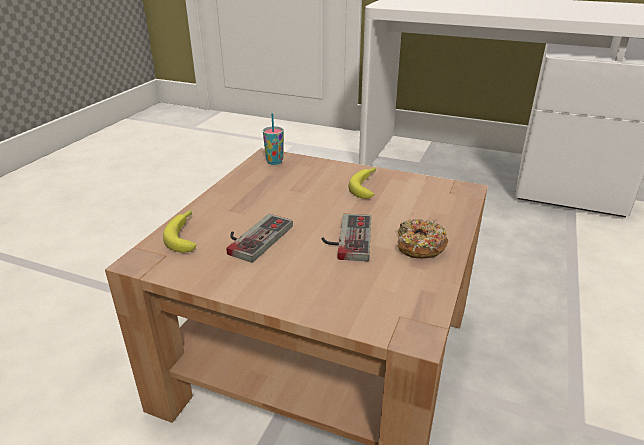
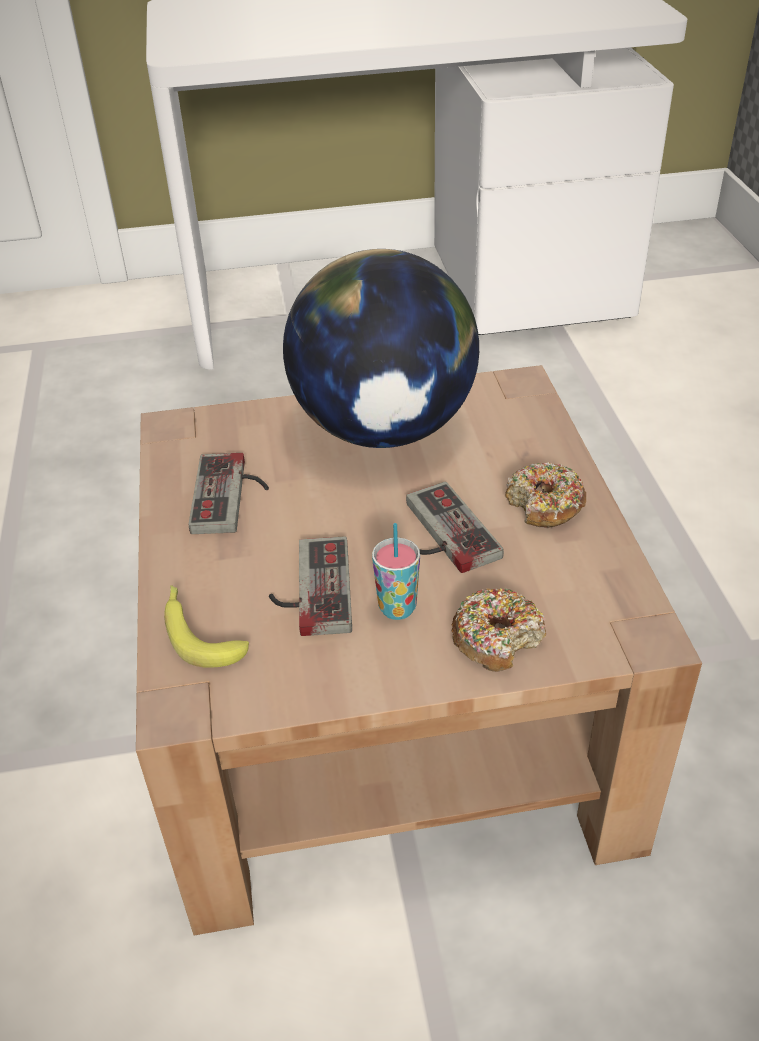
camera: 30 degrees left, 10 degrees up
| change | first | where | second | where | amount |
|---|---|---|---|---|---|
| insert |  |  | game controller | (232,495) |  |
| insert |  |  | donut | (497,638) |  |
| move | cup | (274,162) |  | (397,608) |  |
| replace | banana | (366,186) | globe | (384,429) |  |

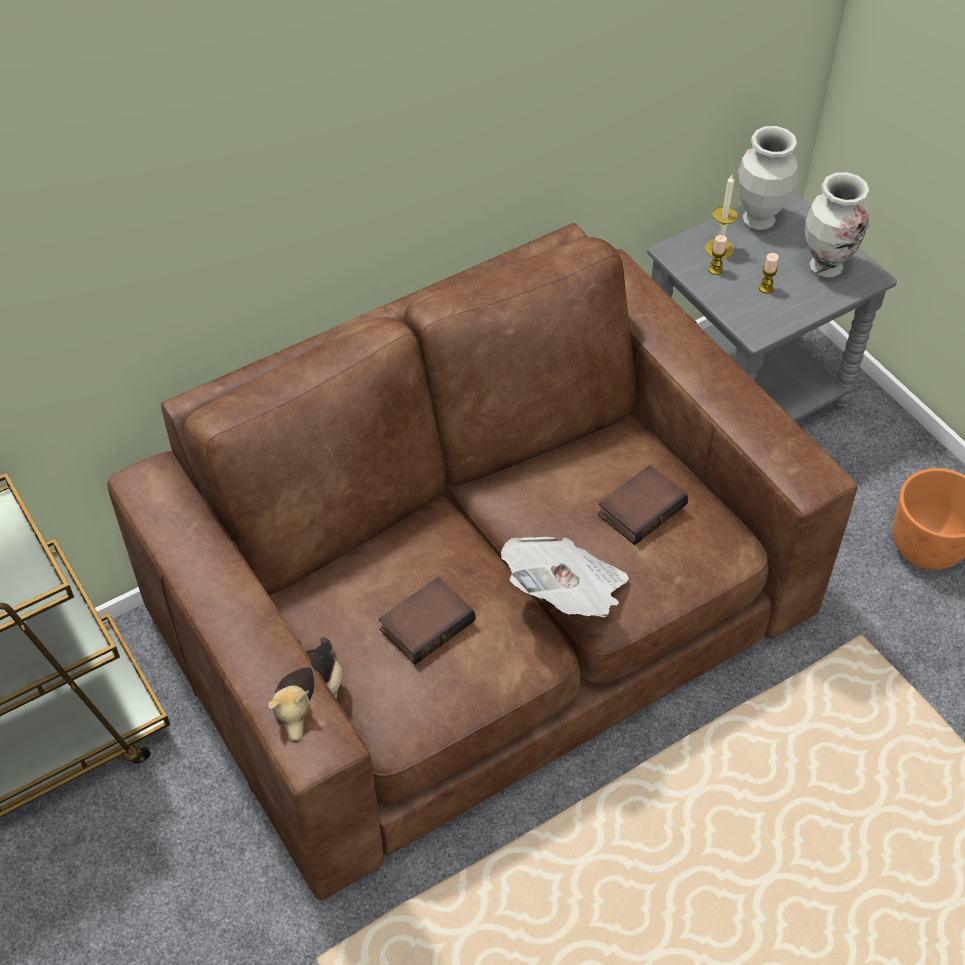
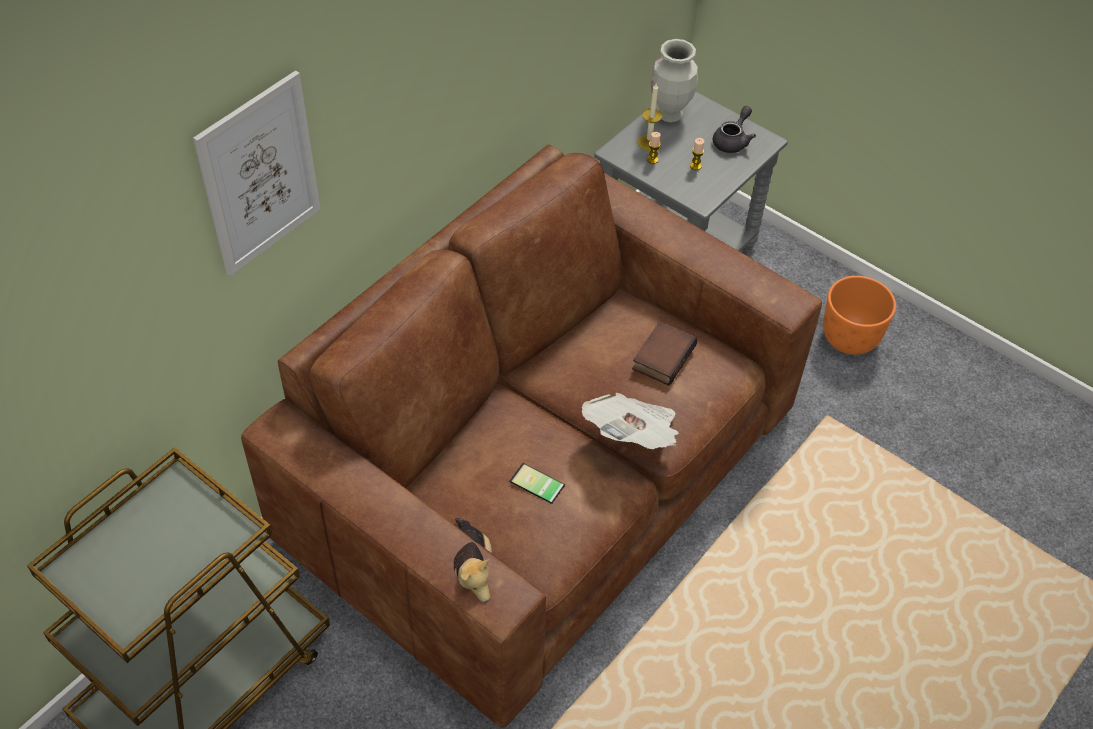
camera: 20 degrees left, 0 degrees up
| change | first | where | second | where | amount |
|---|---|---|---|---|---|
| insert |  |  | picture | (259,175) |  |
| replace | book | (426,623) | phone | (535,485) |  |
| replace | vase | (825,267) | teapot (grey) | (732,141) |  |

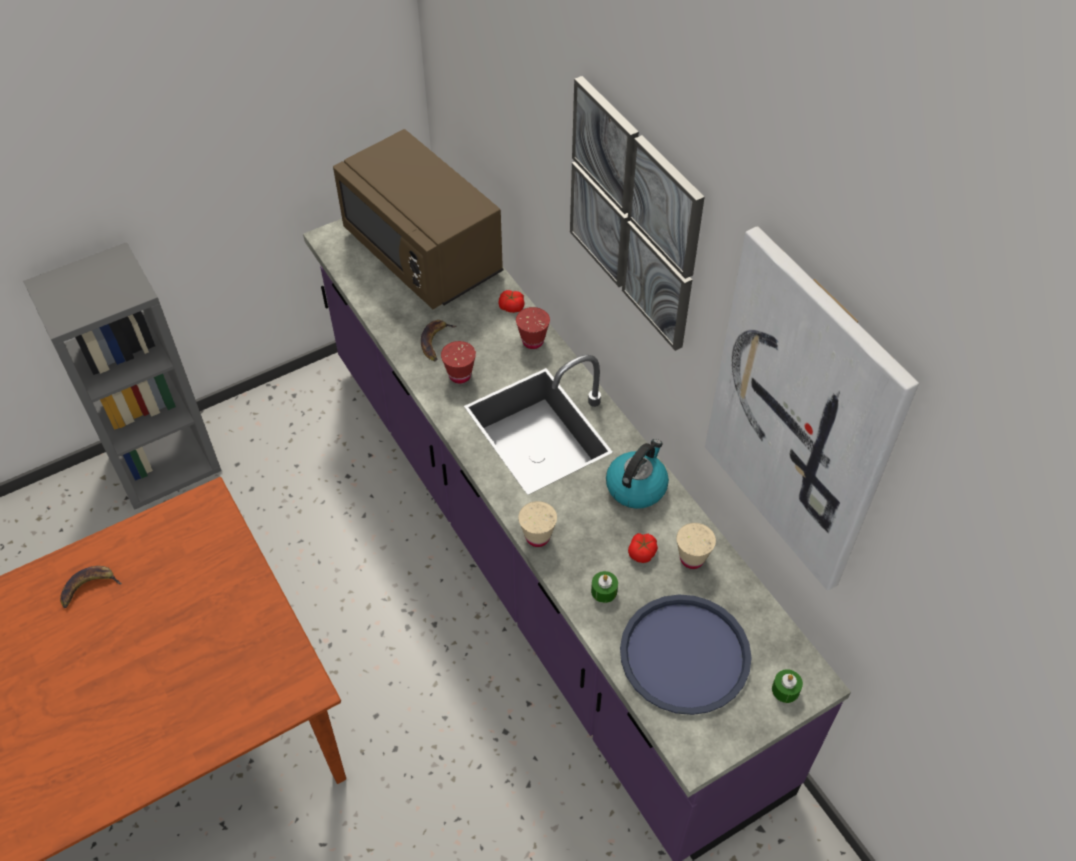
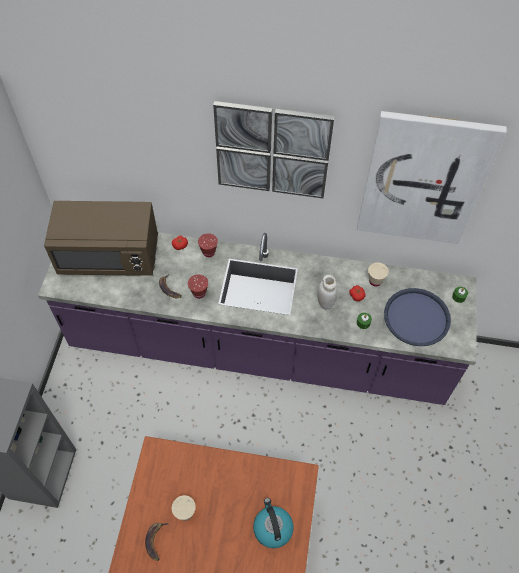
camera: 50 degrees left, 5 degrees up
| change | first | where | second | where | amount |
|---|---|---|---|---|---|
| insert |  |  | jar (white) | (325,302) |  |
| move | cup (beige) | (537,537) |  | (185,513) |  |
| move | kettle | (636,486) |  | (272,528) |  |

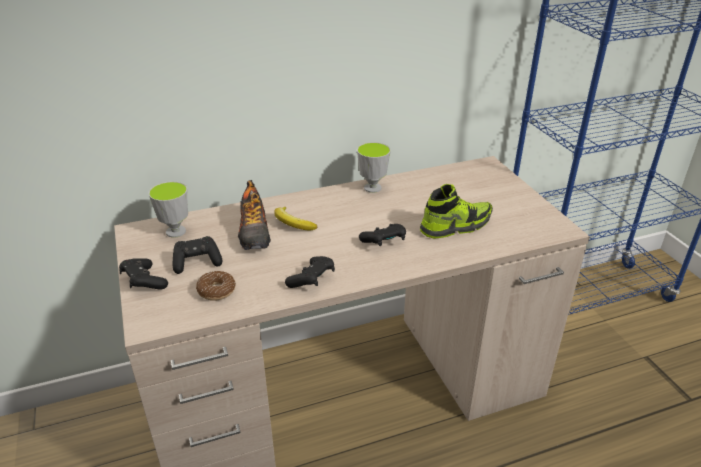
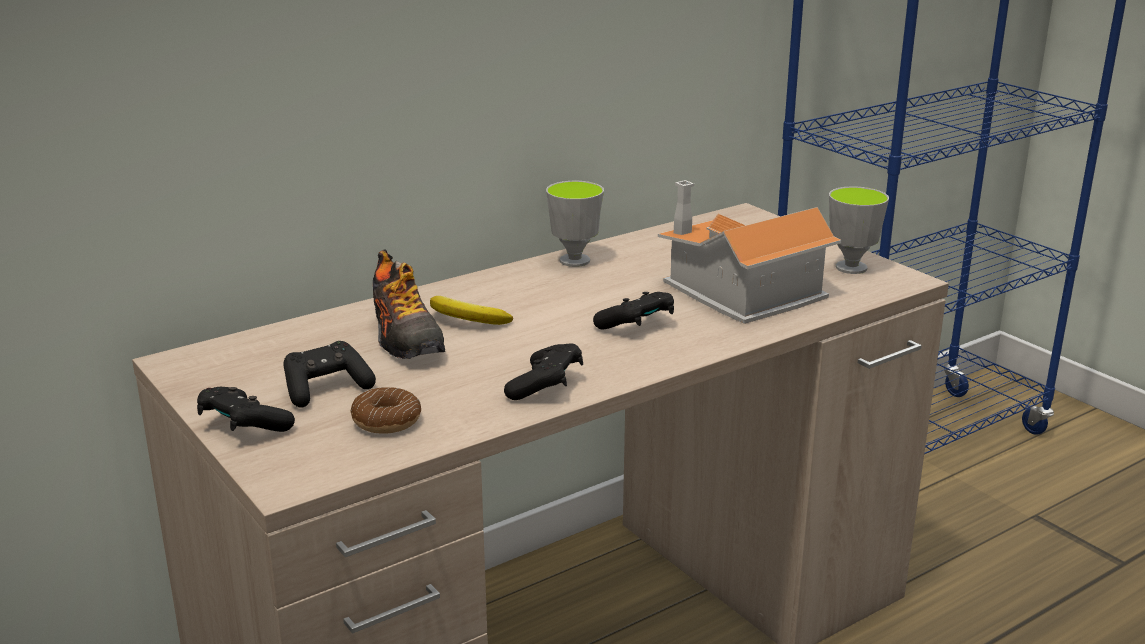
camera: 15 degrees left, 10 degrees down
| change | first | where | second | where | amount |
|---|---|---|---|---|---|
| move | cup | (176,231) |  | (851,268) |  |
| replace | shoe | (455,226) | toy house | (739,293) |  |

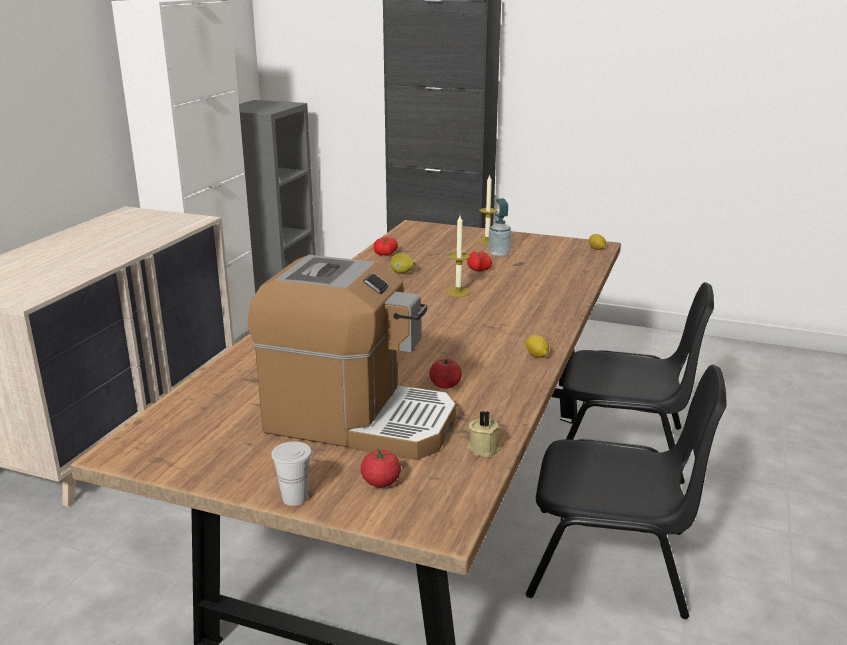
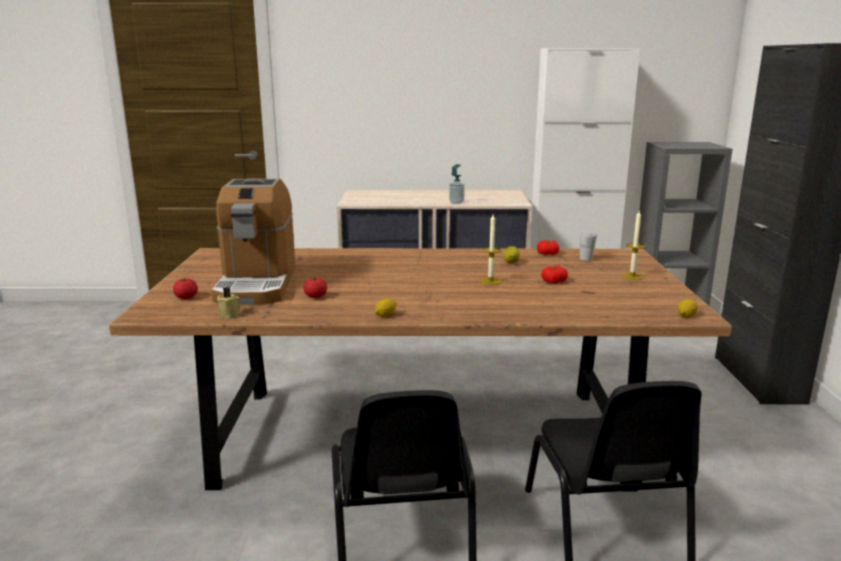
camera: 70 degrees right, 5 degrees down
| change | first | where | second | where | amount |
|---|---|---|---|---|---|
| move | cup (white) | (294,498) |  | (586,259) |  |
| move | soap dispenser | (499,254) |  | (456,202) |  |

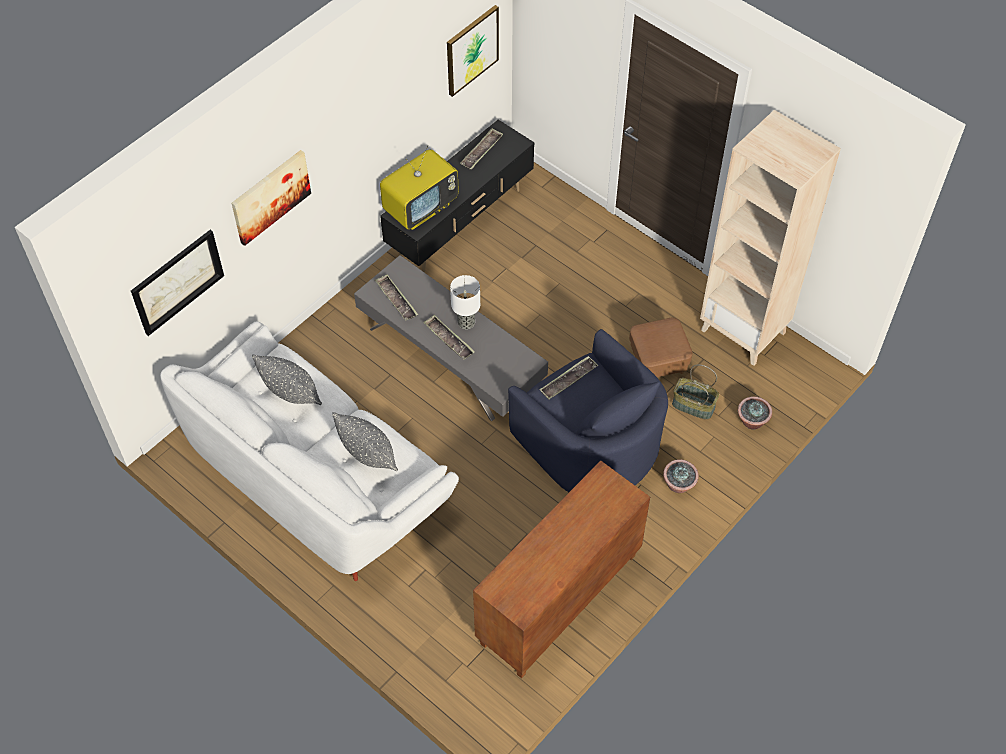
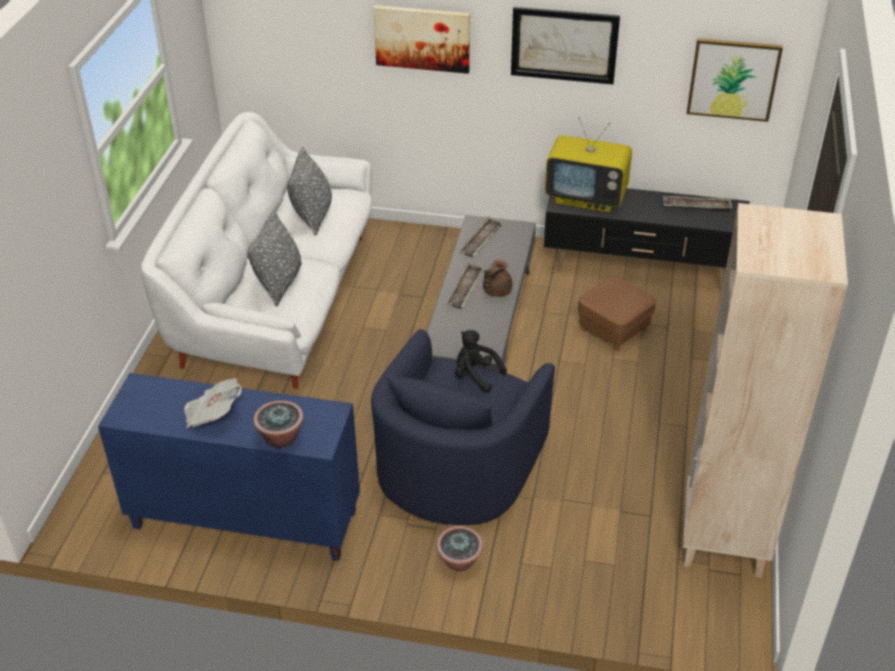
camera: 60 degrees right, 15 degrees down
| change | first | where | second | where | amount |
|---|---|---|---|---|---|
| delete | basket | (692,406) |  |  |  |
| insert |  |  | newspaper | (213,415) |  |
| move | picture | (177,281) |  | (564,45) |  |
| move | ottoman (brown) | (658,361) |  | (613,330) |  |
| move | potted plant | (751,422) |  | (281,438) |  |
| replace | table lamp | (466,322) | teapot (brown) | (496,291) |  |
| replace | tray | (568,380) | plush toy (black) | (475,375) |  |
| recolor | cabinet (brown) | (559,601) | cabinet (blue) | (243,520) |  |

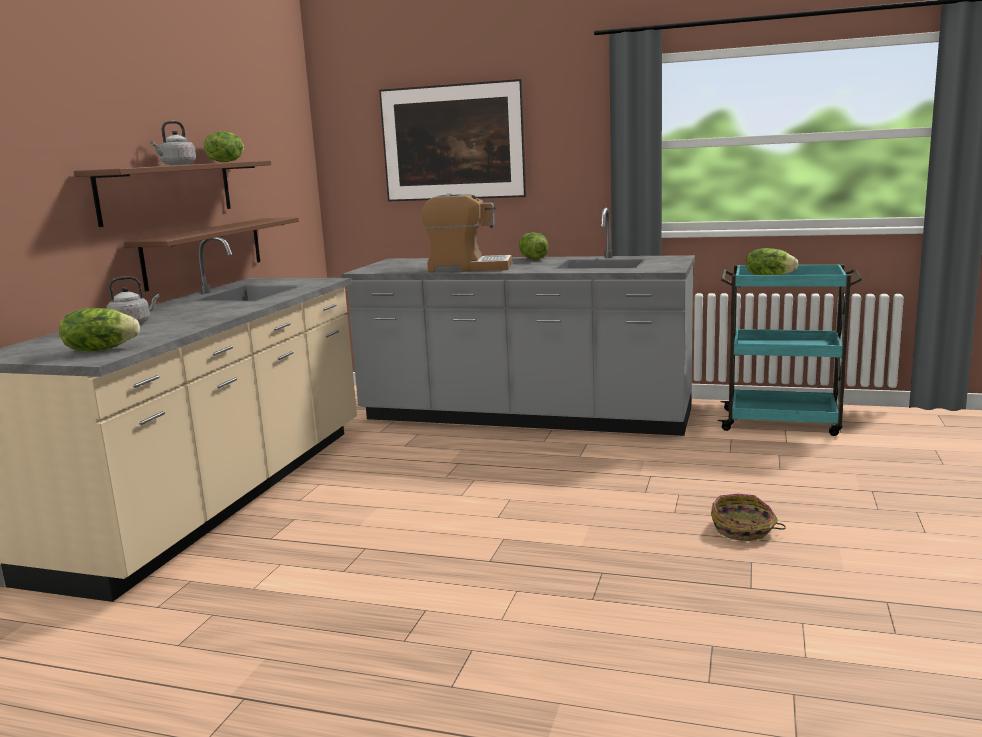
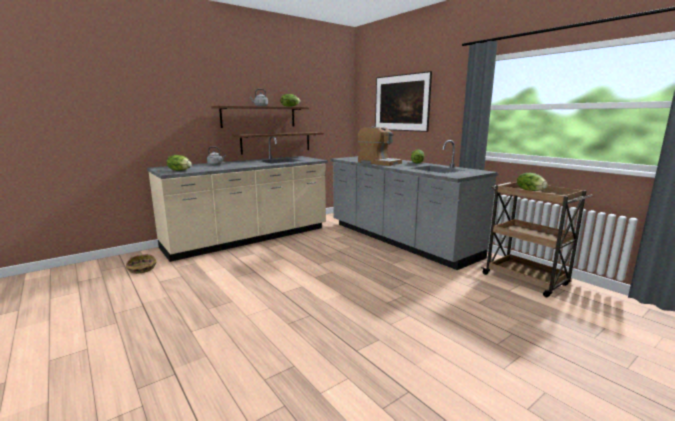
camera: 35 degrees right, 0 degrees up
| change | first | where | second | where | amount |
|---|---|---|---|---|---|
| move | basket | (743,530) |  | (141,269) |  |
| recolor | cart (turquoise) | (783,422) | cart (brown) | (526,280) |  |

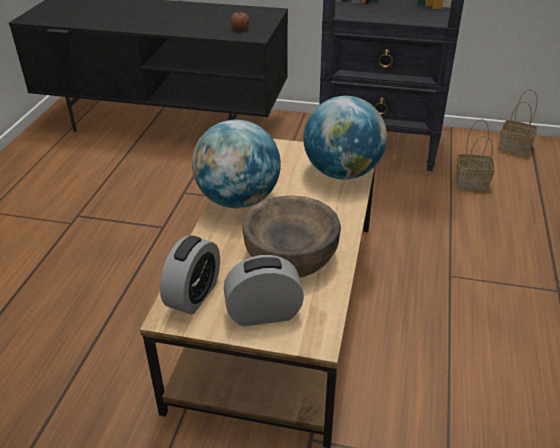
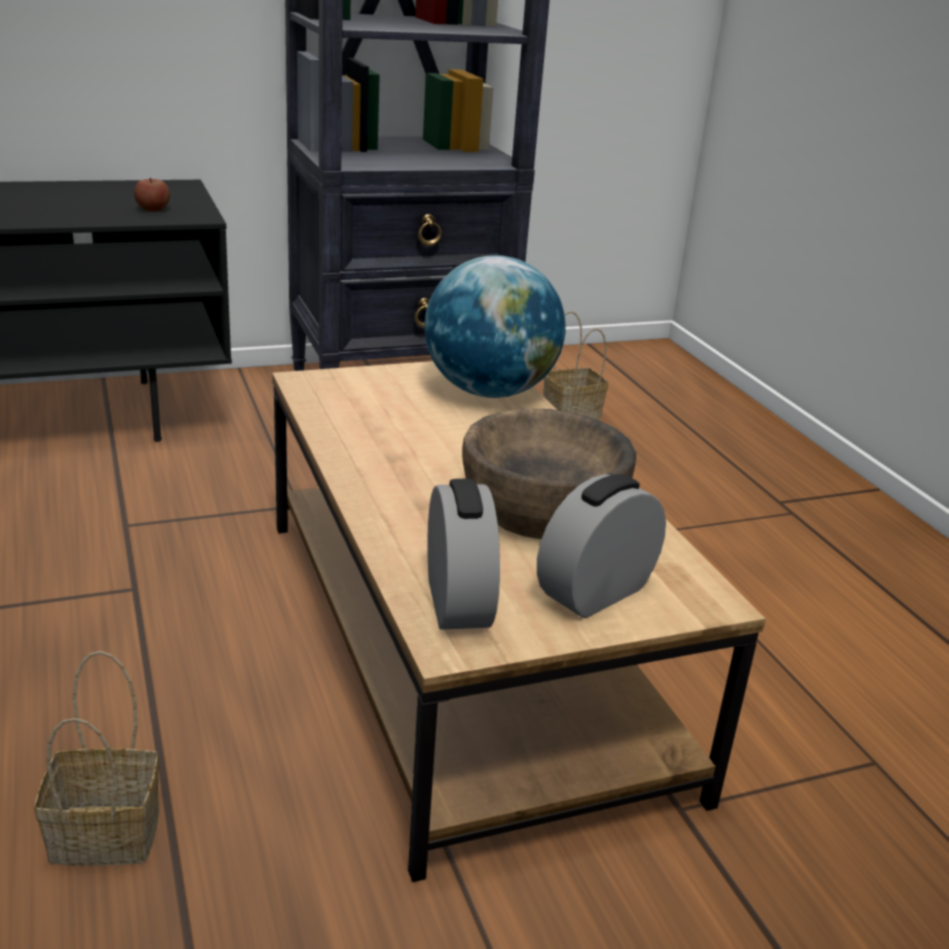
camera: 35 degrees left, 10 degrees down
| change | first | where | second | where | amount |
|---|---|---|---|---|---|
| delete | globe | (238,200) |  |  |  |
| move | basket | (515,148) |  | (109,833) |  |

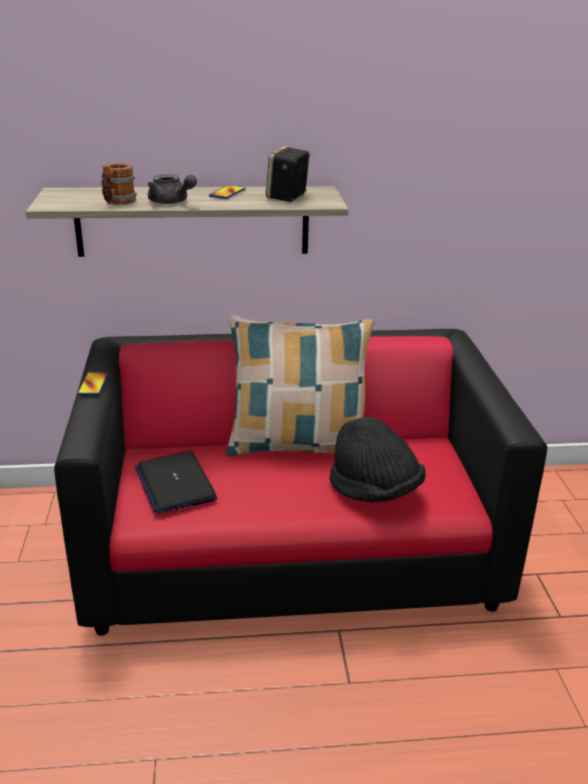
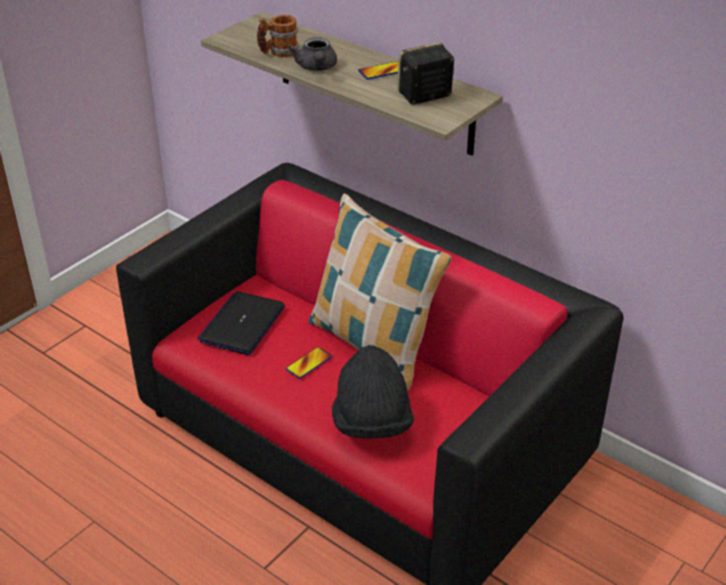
camera: 45 degrees right, 10 degrees up
| change | first | where | second | where | amount |
|---|---|---|---|---|---|
| move | phone | (93,384) |  | (309,363) |  |

